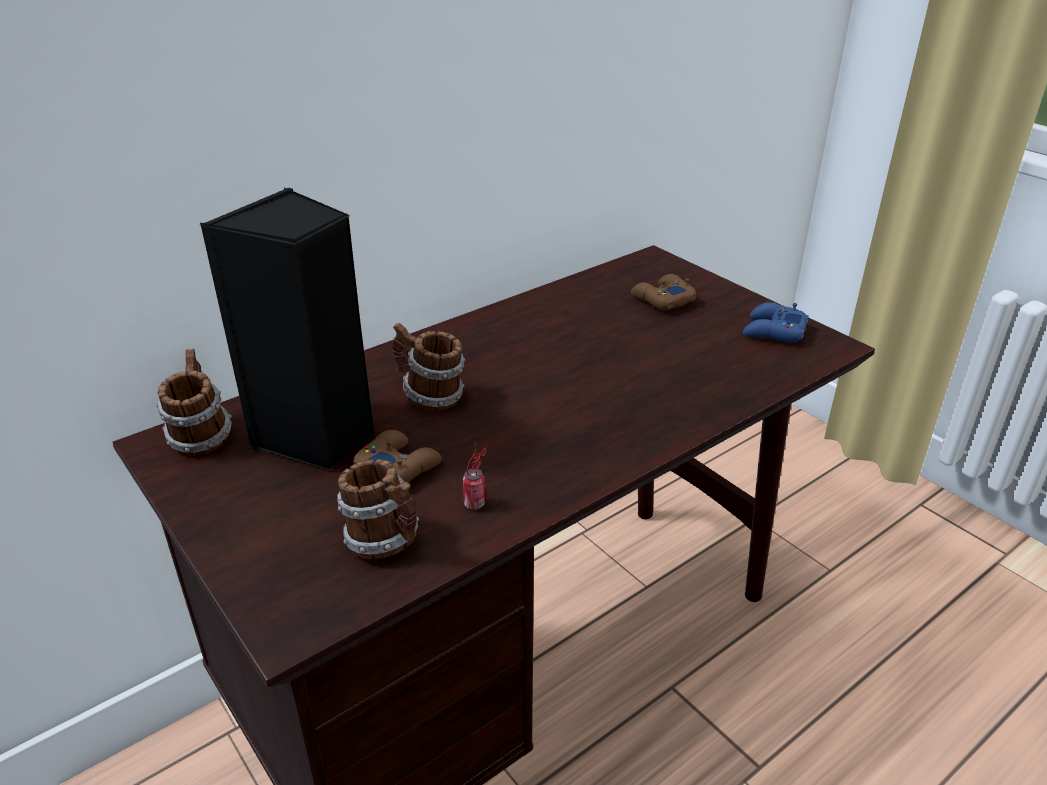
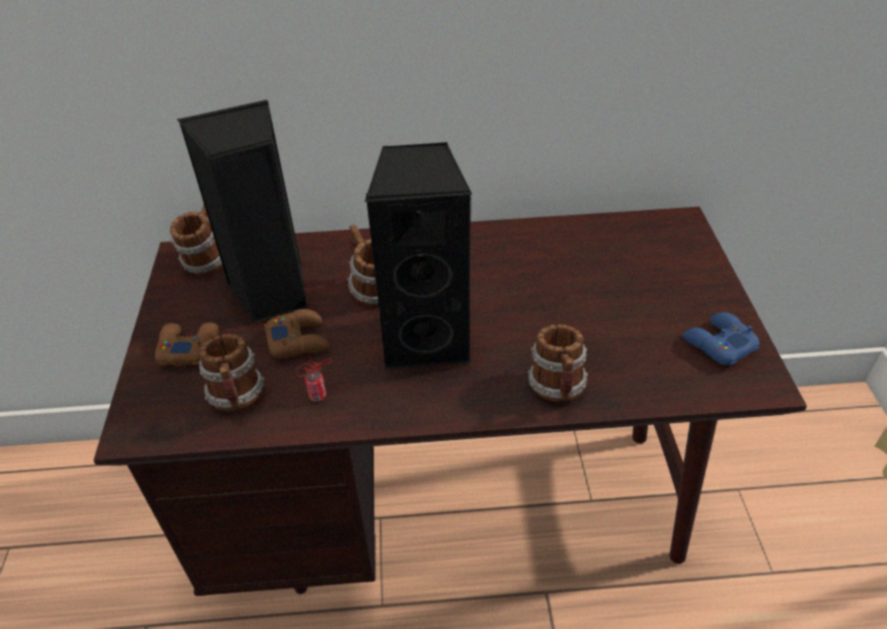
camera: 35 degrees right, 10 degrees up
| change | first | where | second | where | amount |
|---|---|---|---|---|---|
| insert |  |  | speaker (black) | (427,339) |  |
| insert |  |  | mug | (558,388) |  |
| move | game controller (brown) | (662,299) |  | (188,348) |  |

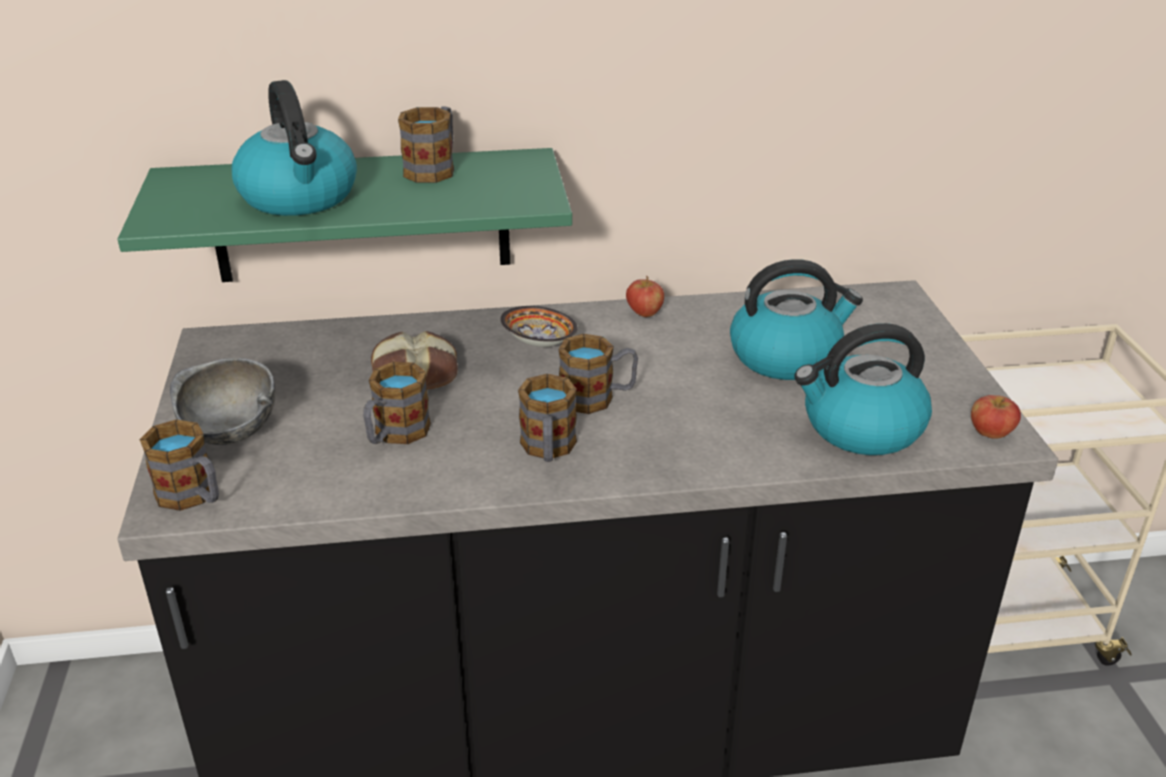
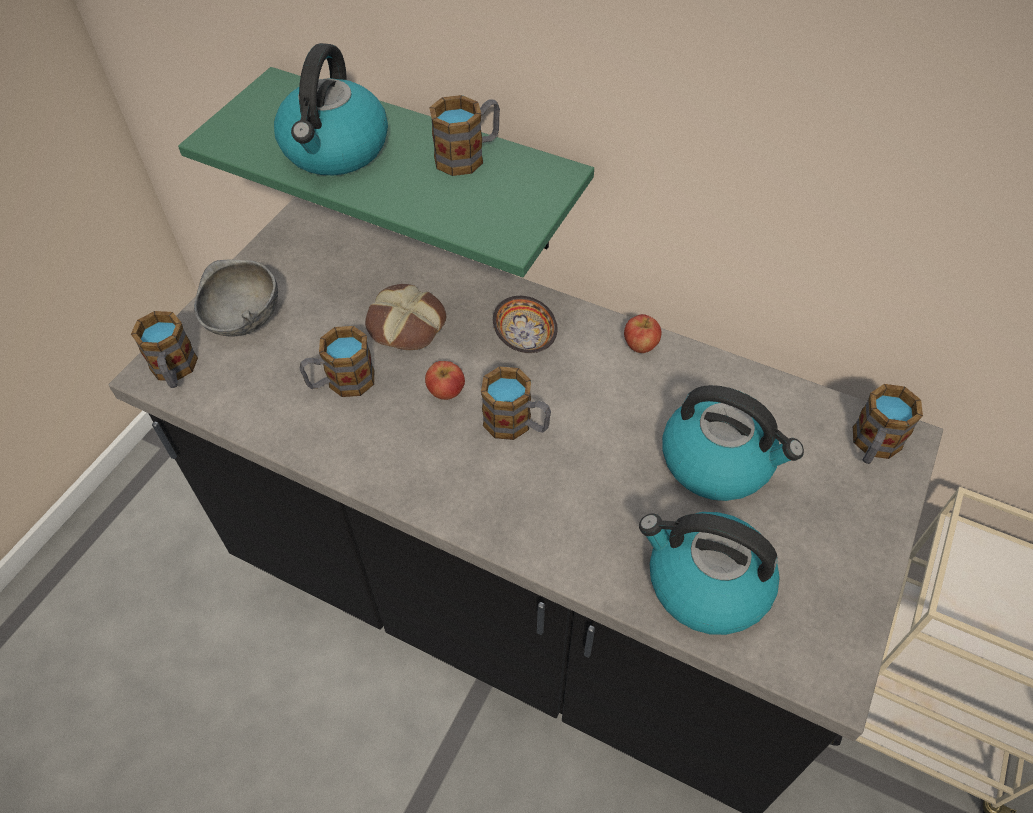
camera: 35 degrees right, 20 degrees up
| change | first | where | second | where | amount |
|---|---|---|---|---|---|
| move | mug | (548,449) |  | (873,446) |  |
| move | apple | (990,433) |  | (446,391) |  |

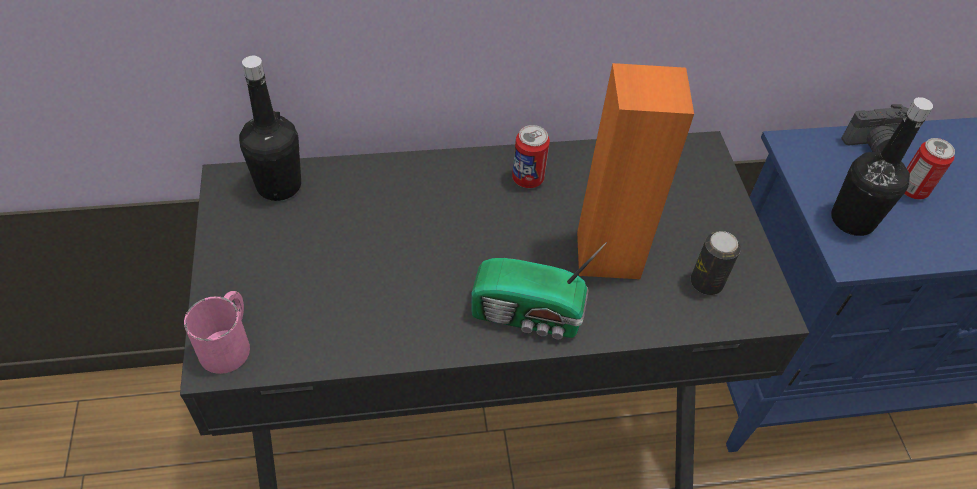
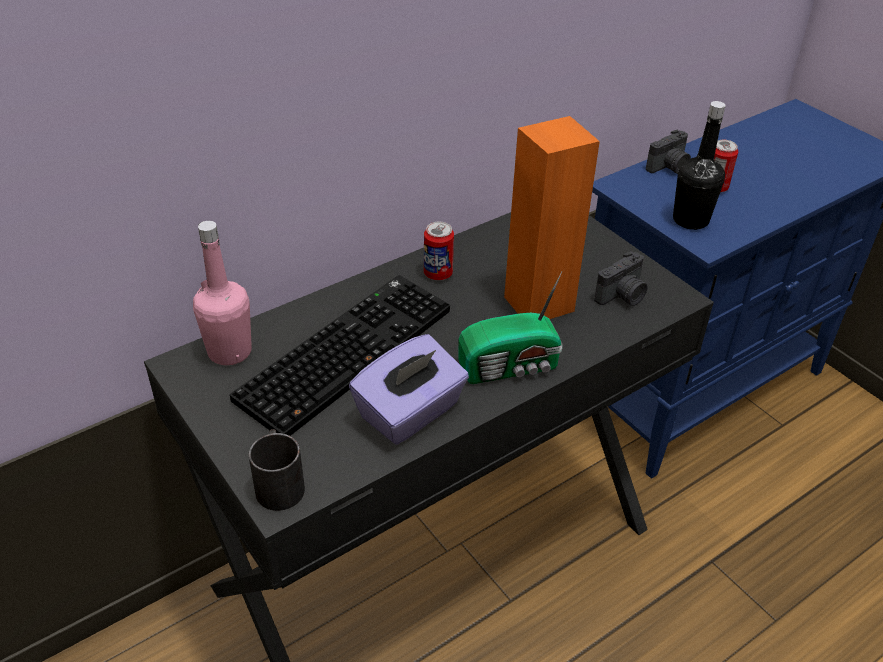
camera: 25 degrees left, 10 degrees down
| change | first | where | second | where | amount |
|---|---|---|---|---|---|
| insert |  |  | keyboard | (345,351) |  |
| insert |  |  | tissue box (purple) | (410,413) |  |
| replace | can | (706,283) | photo camera | (622,296) |  |
| recolor | mug (pink) | (229,342) | mug (black) | (279,482) |  |
| recolor | bottle (black) | (279,185) | bottle (pink) | (230,352) |  |

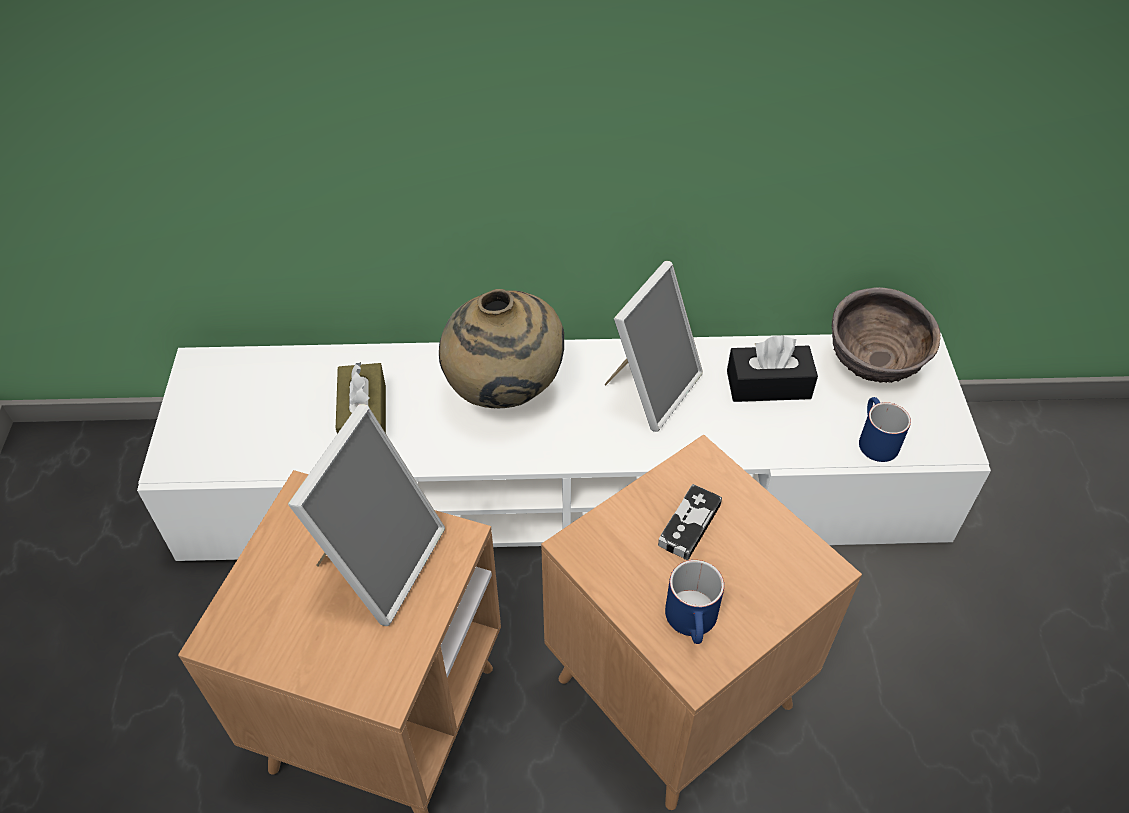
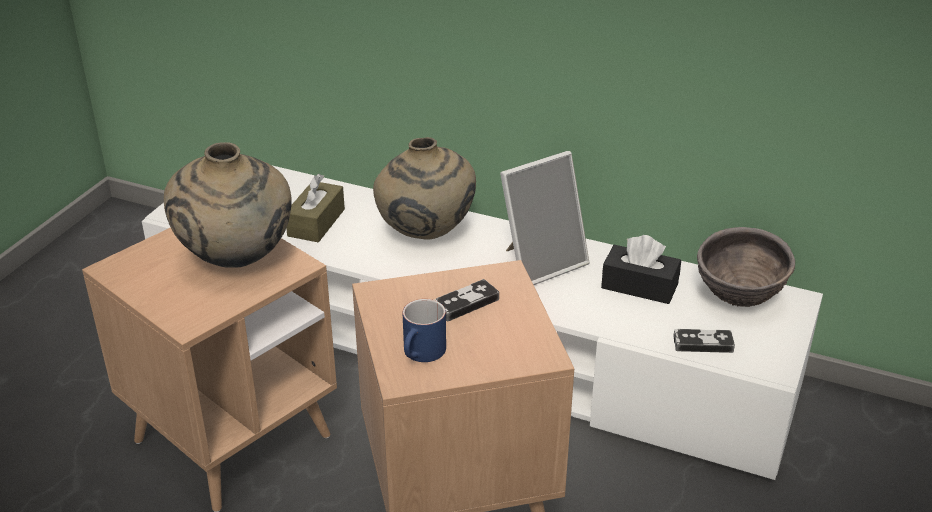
camera: 25 degrees right, 15 degrees down
| change | first | where | second | where | amount |
|---|---|---|---|---|---|
| replace | picture frame | (378,561) | vase (beige) | (237,261) |  |
| replace | mug (blue) | (873,440) | game controller | (703,344) |  |

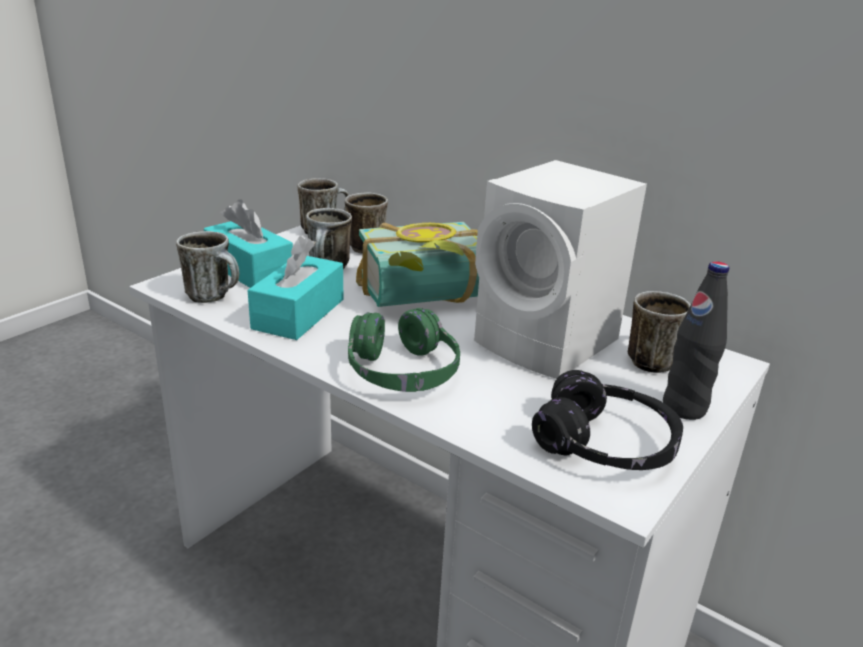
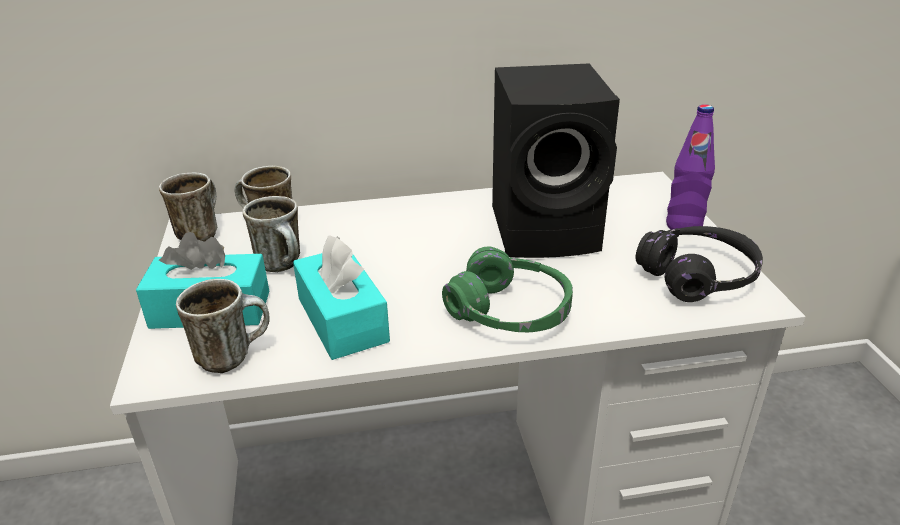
camera: 45 degrees left, 5 degrees up
| change | first | where | second | where | amount |
|---|---|---|---|---|---|
| delete | book | (427,299) |  |  |  |
| delete | mug | (651,359) |  |  |  |
| recolor | speaker (white) | (549,344) | speaker (black) | (548,229) |  |
| recolor | bottle (black) | (684,408) | bottle (purple) | (683,226) |  |

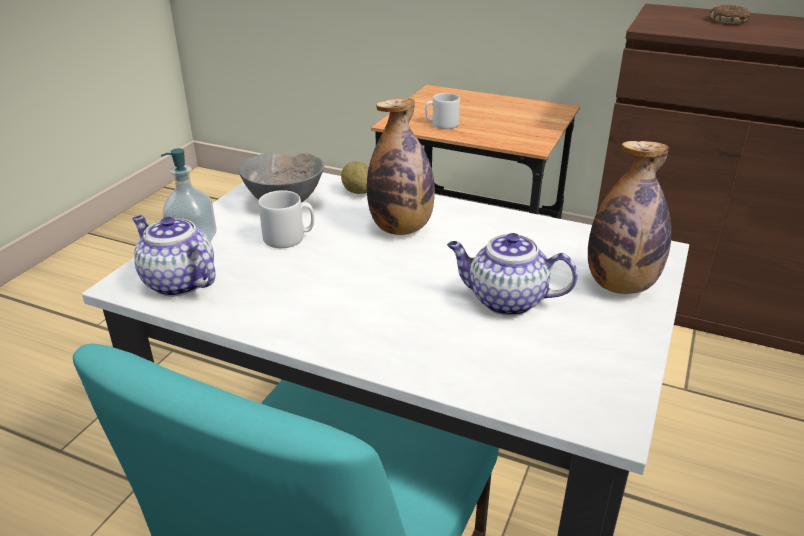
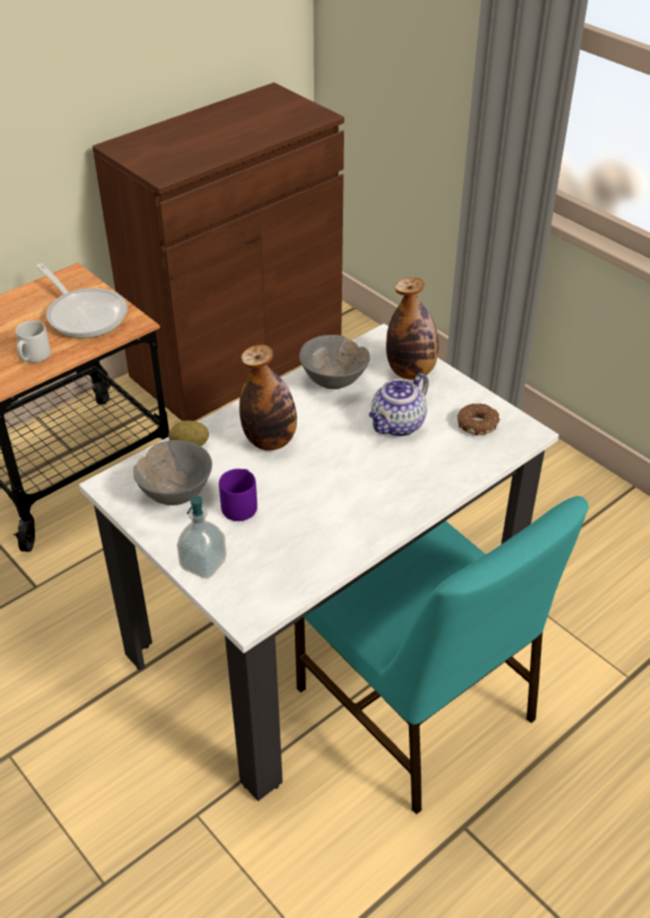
camera: 65 degrees left, 10 degrees up
| change | first | where | second | where | amount |
|---|---|---|---|---|---|
| delete | teapot | (177,282) |  |  |  |
| insert |  |  | frying pan | (84,314) |  |
| insert |  |  | bowl (grey) | (334,382) |  |
| move | donut | (729,21) |  | (477,424) |  |
| recolor | mug (grey) | (289,238) | mug (purple) | (241,505) |  |

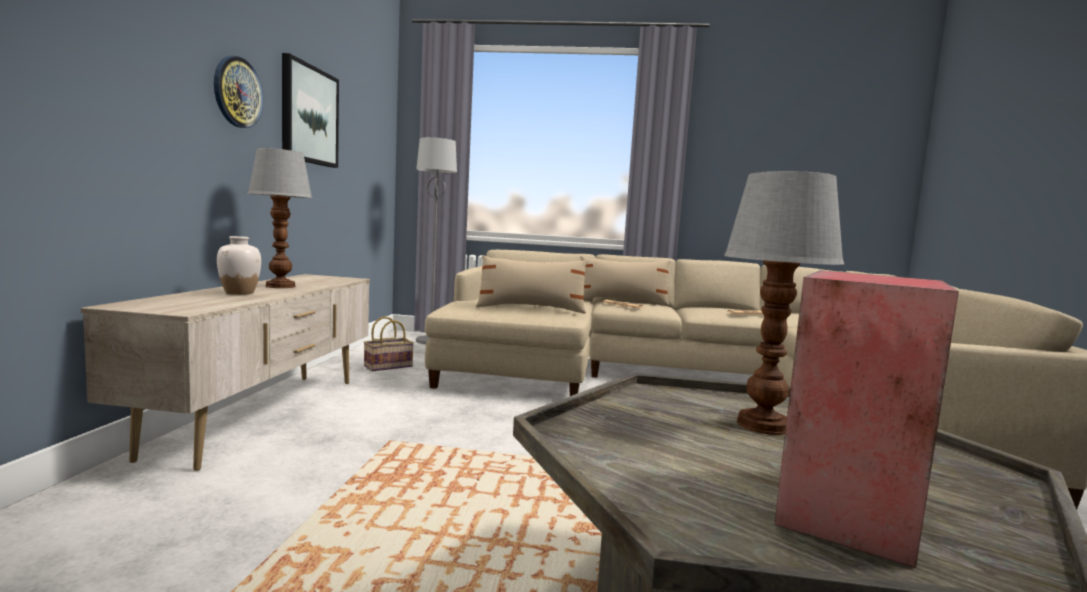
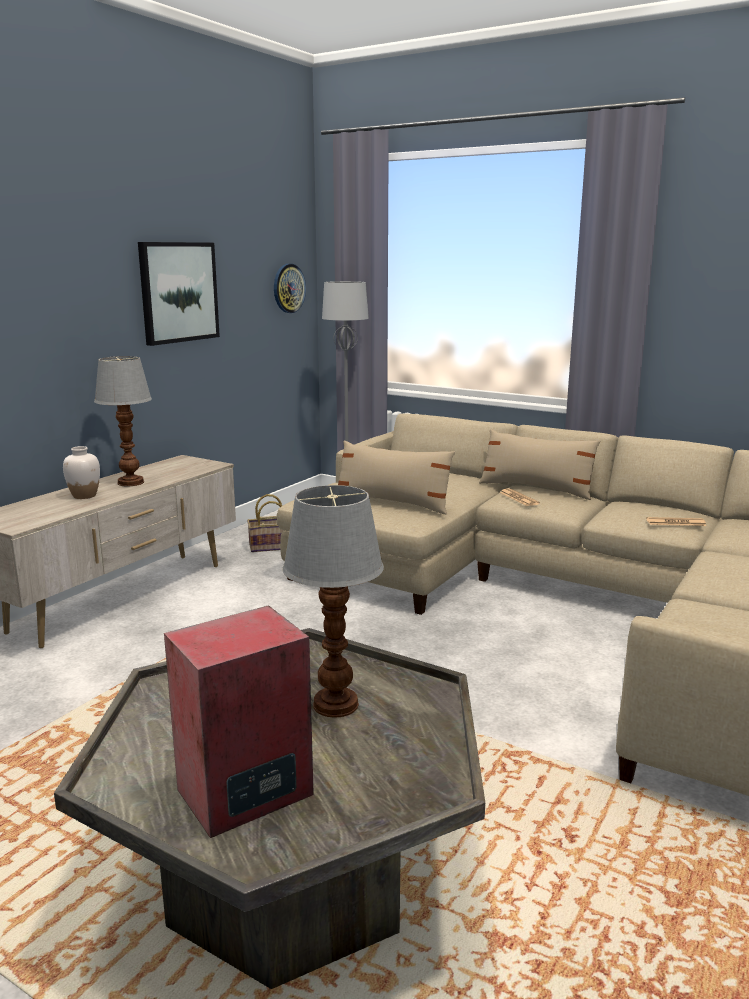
camera: 25 degrees right, 10 degrees up
| change | first | where | second | where | amount |
|---|---|---|---|---|---|
| move | wall clock | (237,92) |  | (288,288) |  |

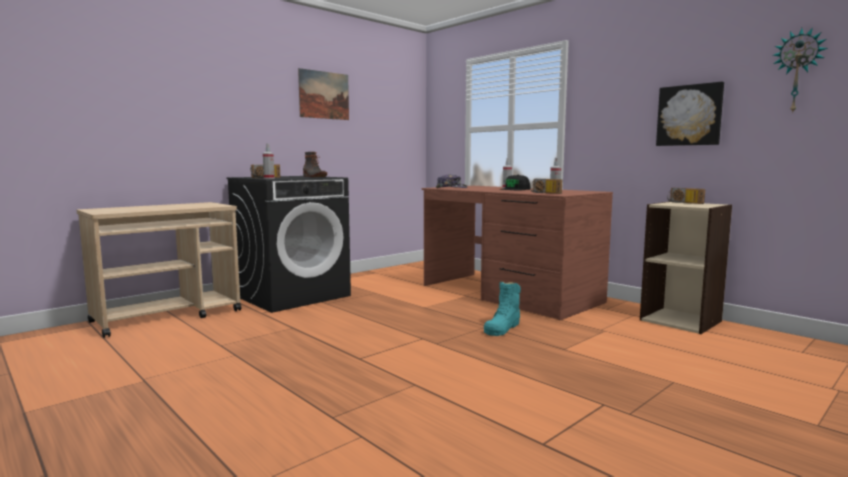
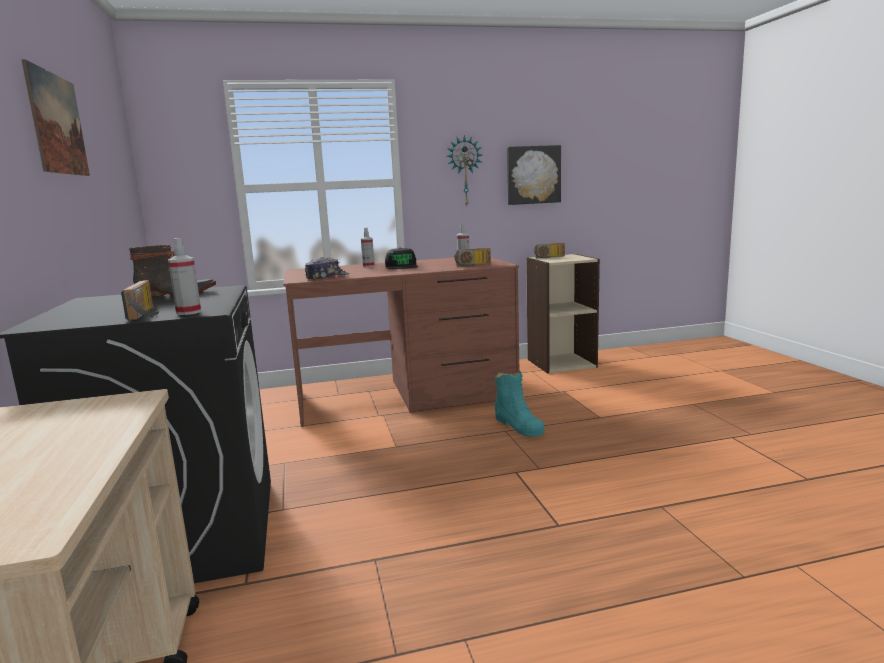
camera: 60 degrees left, 5 degrees up
| change | first | where | second | where | amount |
|---|---|---|---|---|---|
| move | wall clock | (798,71) |  | (464,171) |  |

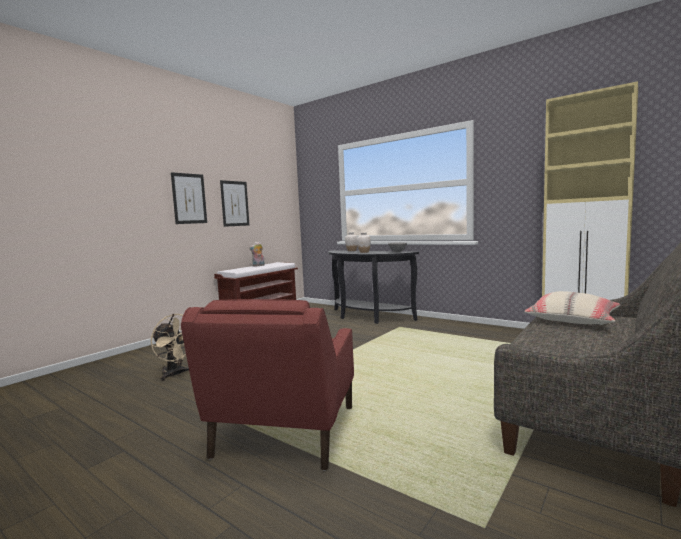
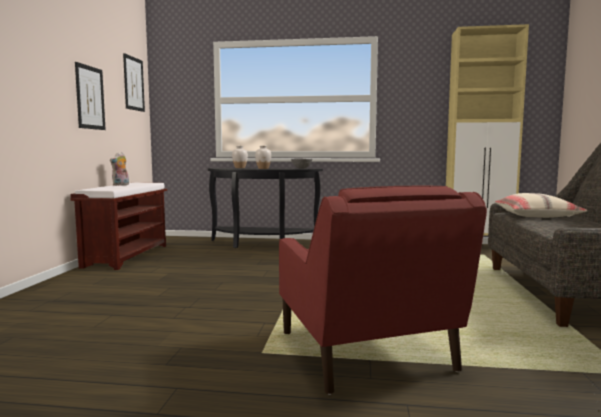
camera: 30 degrees left, 0 degrees up
| change | first | where | second | where | amount |
|---|---|---|---|---|---|
| delete | fan (beige) | (176,375) |  |  |  |
| move | picture | (189,198) |  | (133,83) |  |

